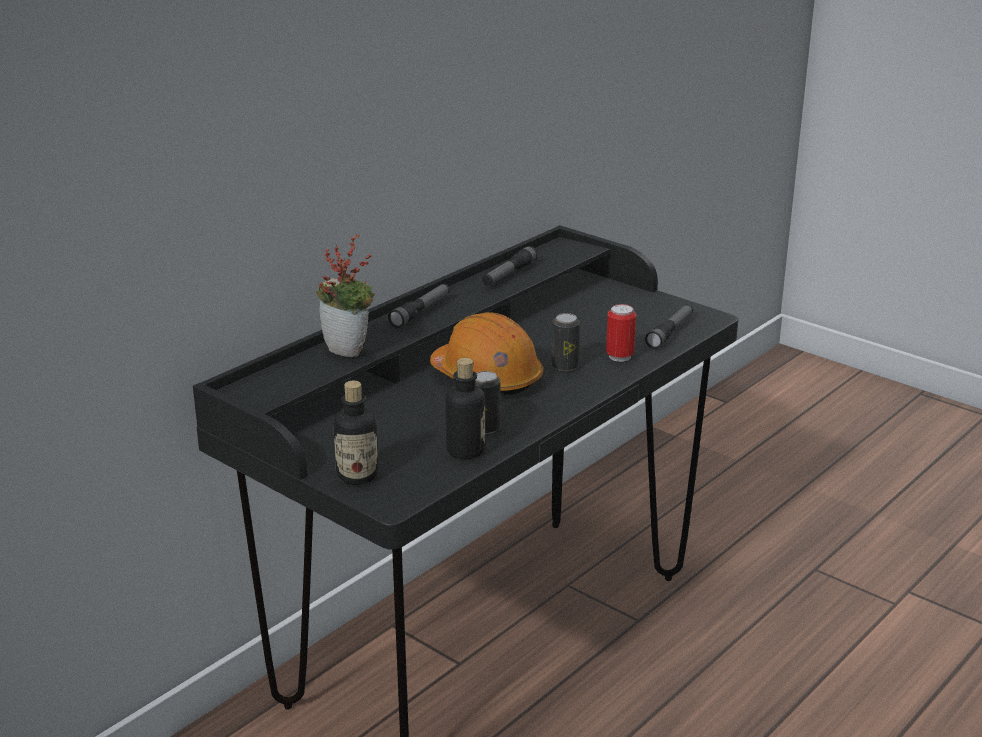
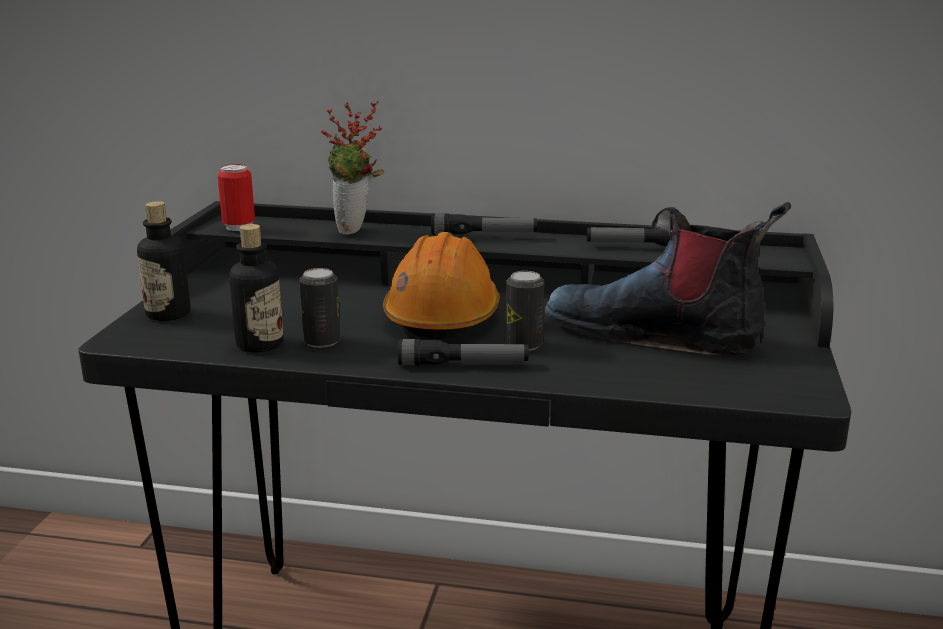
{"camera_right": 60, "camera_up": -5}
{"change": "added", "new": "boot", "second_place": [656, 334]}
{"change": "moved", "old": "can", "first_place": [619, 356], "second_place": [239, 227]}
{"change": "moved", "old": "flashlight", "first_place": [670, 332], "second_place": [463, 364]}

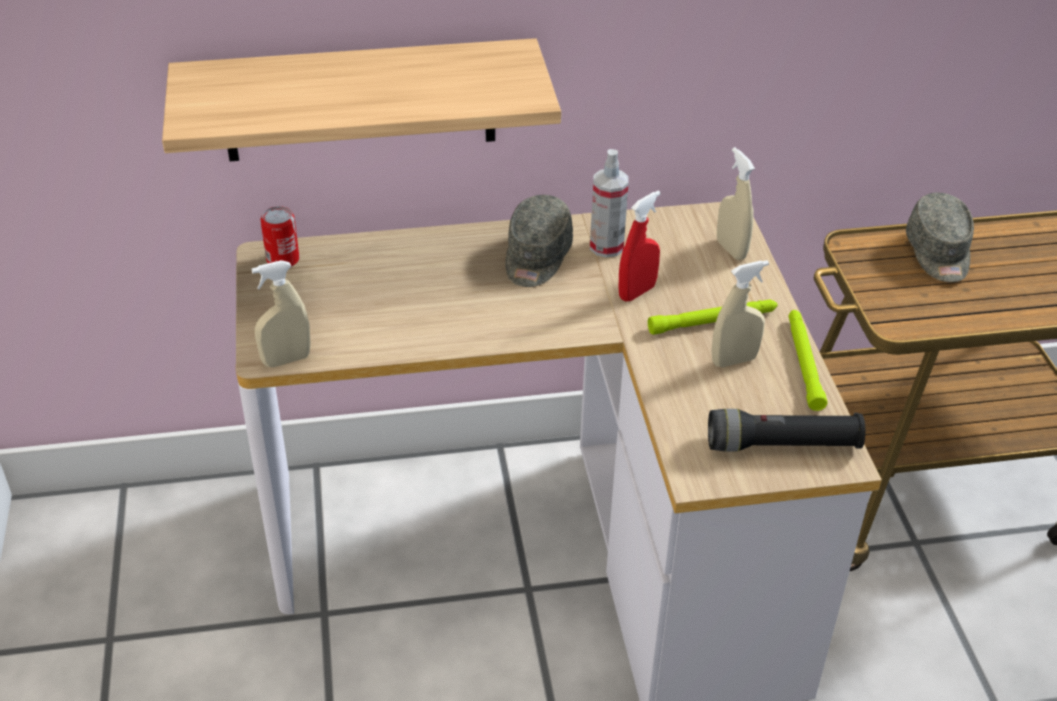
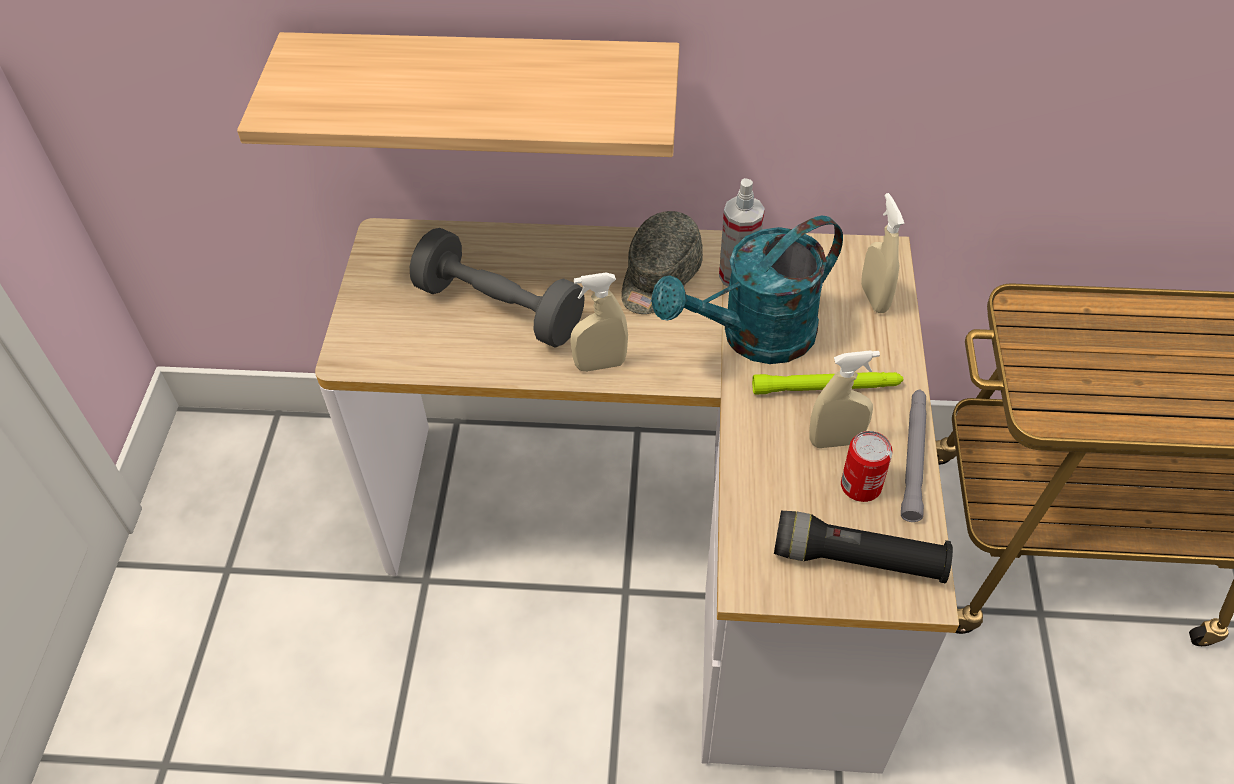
{"camera_right": 15, "camera_up": 10}
{"change": "removed", "old": "cap/grey", "first_place": [938, 253]}
{"change": "added", "new": "dumbbell/grey", "second_place": [499, 309]}
{"change": "moved", "old": "spray bottle/beige", "first_place": [286, 360], "second_place": [600, 364]}
{"change": "moved", "old": "can", "first_place": [283, 259], "second_place": [861, 486]}
{"change": "replaced", "old": "spray bottle/red", "new": "watering can/turquoise", "first_place": [637, 292], "second_place": [754, 337]}
{"change": "recoloured", "old": "flashlight/green", "new": "flashlight/grey", "first_place": [804, 362], "second_place": [913, 456]}

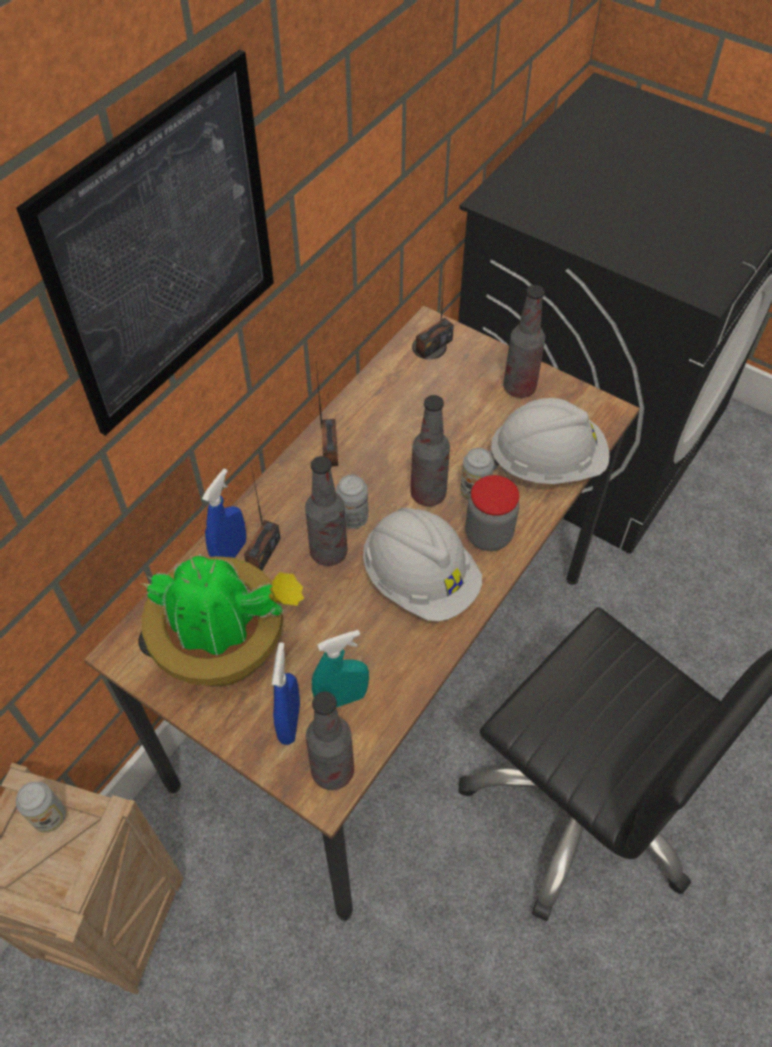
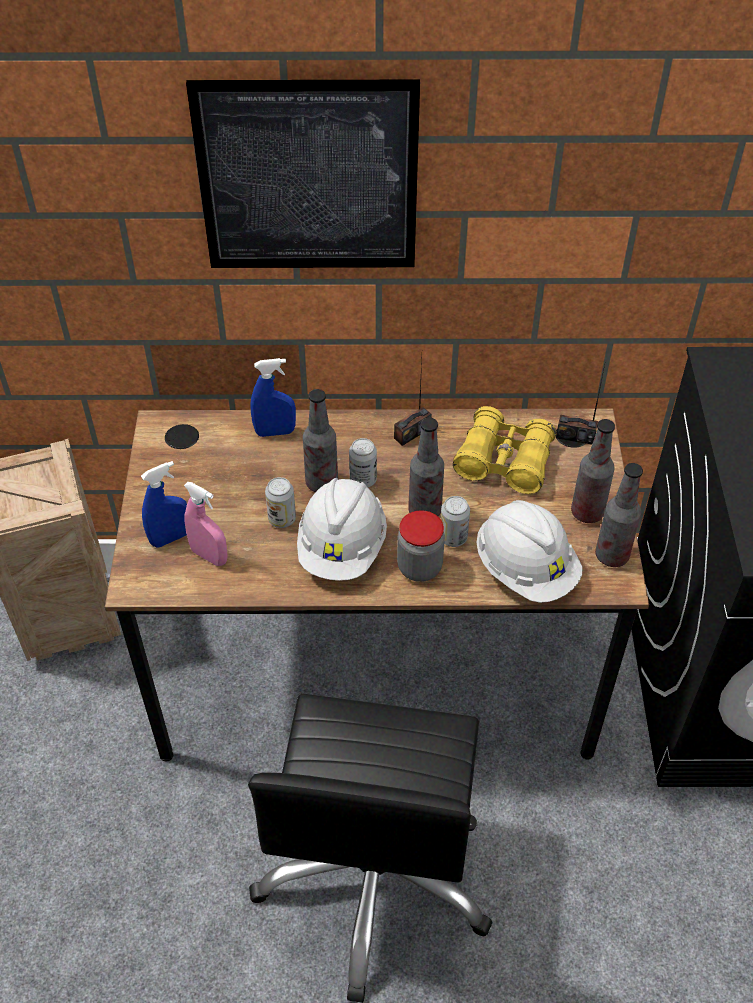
{"camera_right": 55, "camera_up": -5}
{"change": "removed", "old": "potted plant", "first_place": [226, 648]}
{"change": "removed", "old": "radio", "first_place": [263, 553]}
{"change": "added", "new": "binoculars/yellow", "second_place": [504, 461]}
{"change": "moved", "old": "can", "first_place": [49, 816], "second_place": [282, 519]}
{"change": "moved", "old": "bottle", "first_place": [332, 770], "second_place": [611, 555]}
{"change": "recoloured", "old": "spray bottle/turquoise", "new": "spray bottle/pink", "first_place": [342, 698], "second_place": [209, 556]}

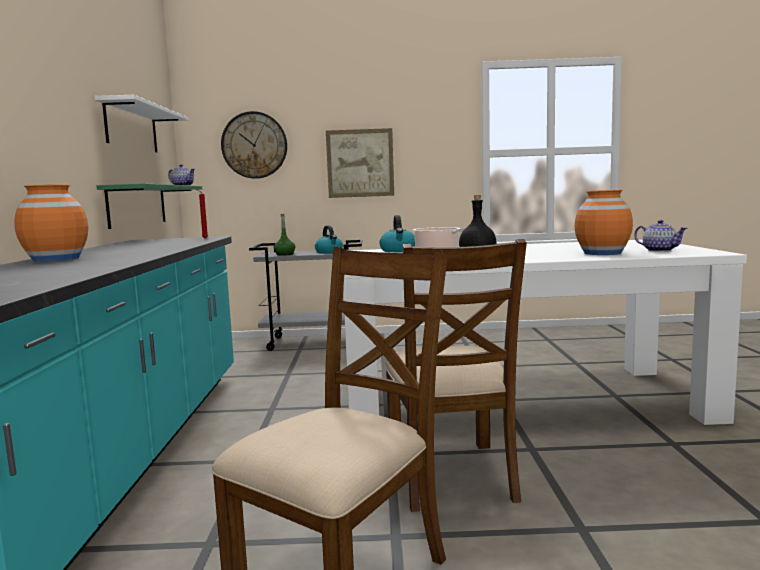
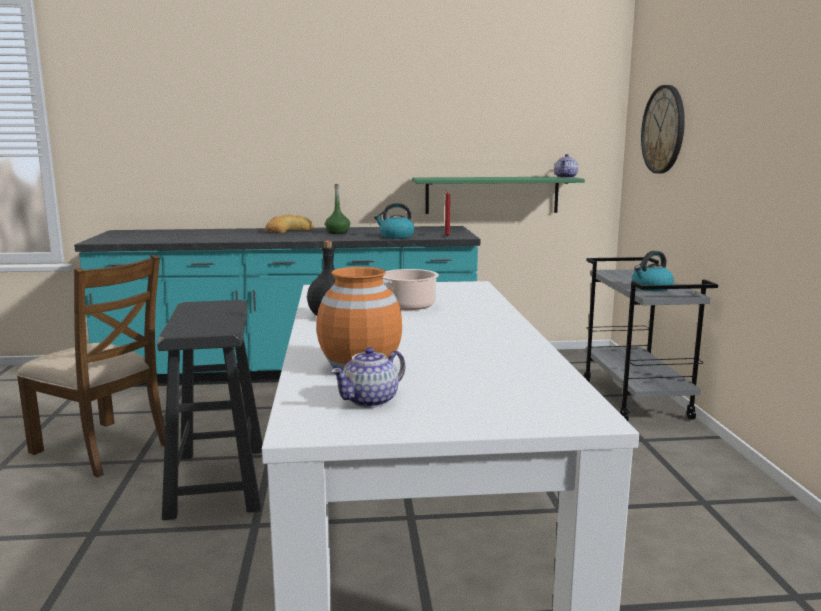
{"camera_right": 85, "camera_up": 5}
{"change": "removed", "old": "shelf/white", "first_place": [132, 128]}
{"change": "removed", "old": "picture", "first_place": [360, 163]}
{"change": "moved", "old": "bottle/green", "first_place": [285, 254], "second_place": [337, 232]}
{"change": "moved", "old": "kettle", "first_place": [398, 250], "second_place": [396, 236]}
{"change": "replaced", "old": "vase/orange", "new": "bread", "first_place": [55, 259], "second_place": [288, 230]}
{"change": "replaced", "old": "chair/brown", "new": "stool/black", "first_place": [451, 475], "second_place": [218, 481]}

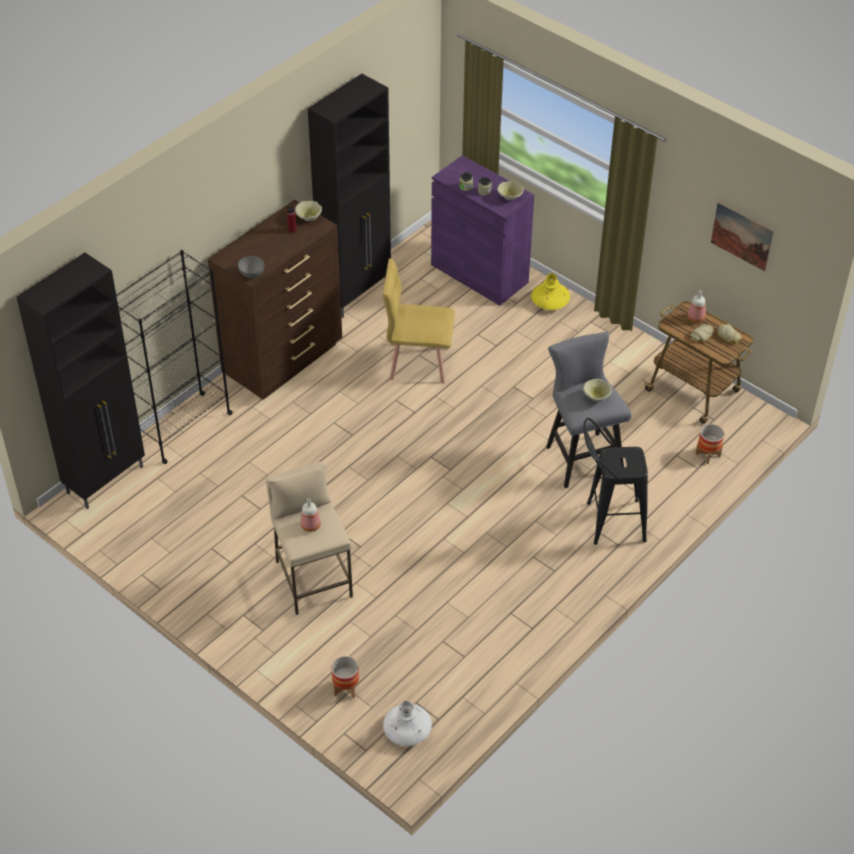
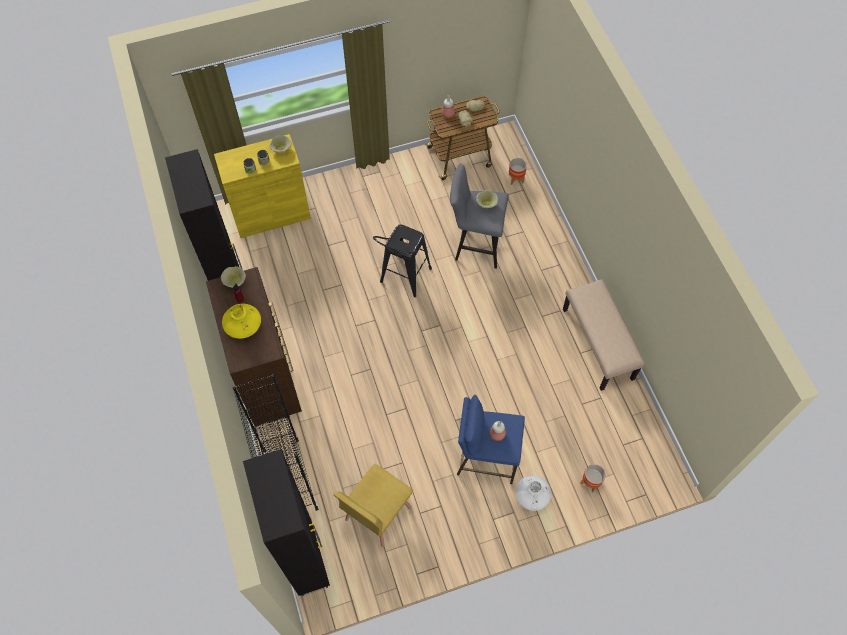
{"camera_right": -60, "camera_up": 15}
{"change": "removed", "old": "bowl/grey", "first_place": [251, 273]}
{"change": "removed", "old": "picture", "first_place": [742, 236]}
{"change": "added", "new": "bench/beige", "second_place": [598, 344]}
{"change": "moved", "old": "chair/yellow", "first_place": [419, 362], "second_place": [377, 513]}
{"change": "moved", "old": "vase/white", "first_place": [407, 729], "second_place": [532, 494]}
{"change": "moved", "old": "vase/yellow", "first_place": [550, 301], "second_place": [242, 324]}
{"change": "moved", "old": "stool/black", "first_place": [608, 522], "second_place": [403, 279]}
{"change": "recoloured", "old": "stool/beige", "new": "stool/blue", "first_place": [312, 579], "second_place": [486, 458]}
{"change": "recoloured", "old": "cabinet/purple", "new": "cabinet/yellow", "first_place": [479, 273], "second_place": [271, 214]}

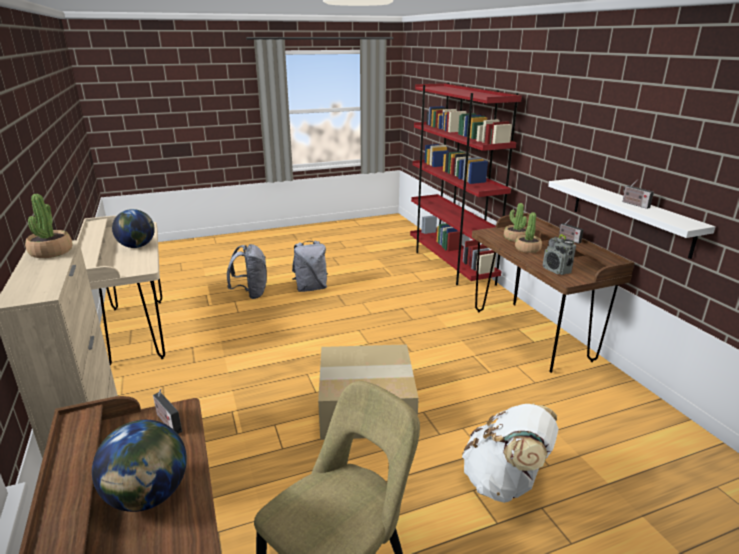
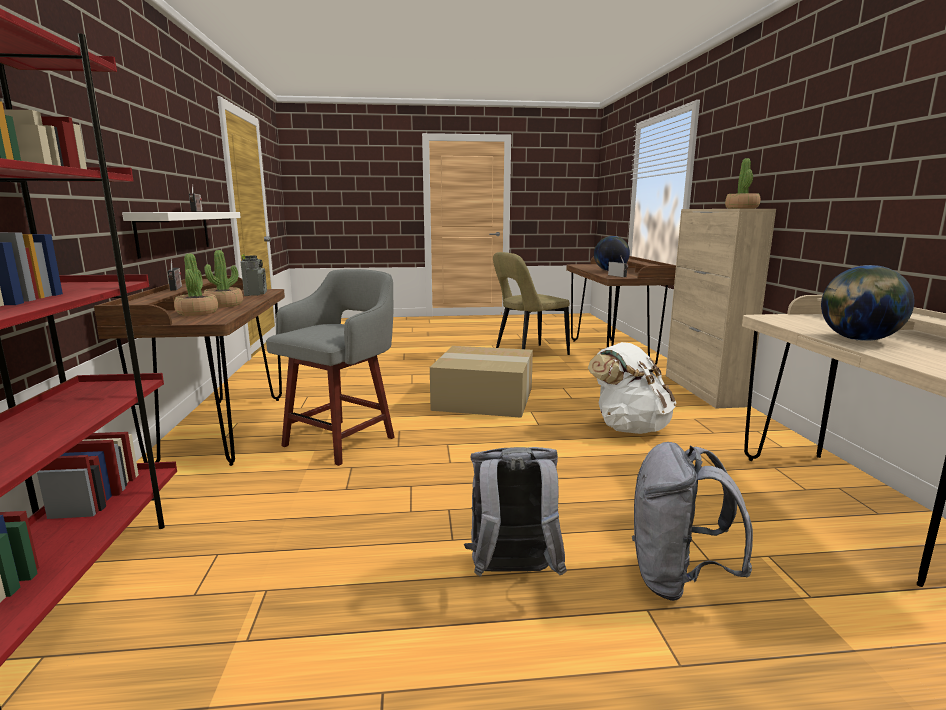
{"camera_right": -165, "camera_up": -10}
{"change": "added", "new": "stool/grey", "second_place": [342, 440]}
{"change": "moved", "old": "backpack/white", "first_place": [504, 482], "second_place": [629, 428]}

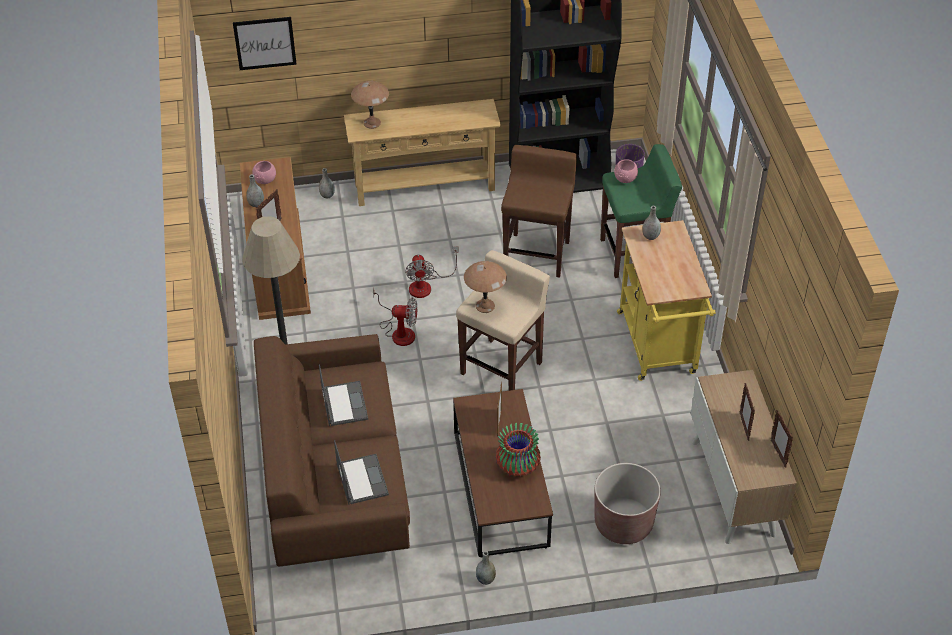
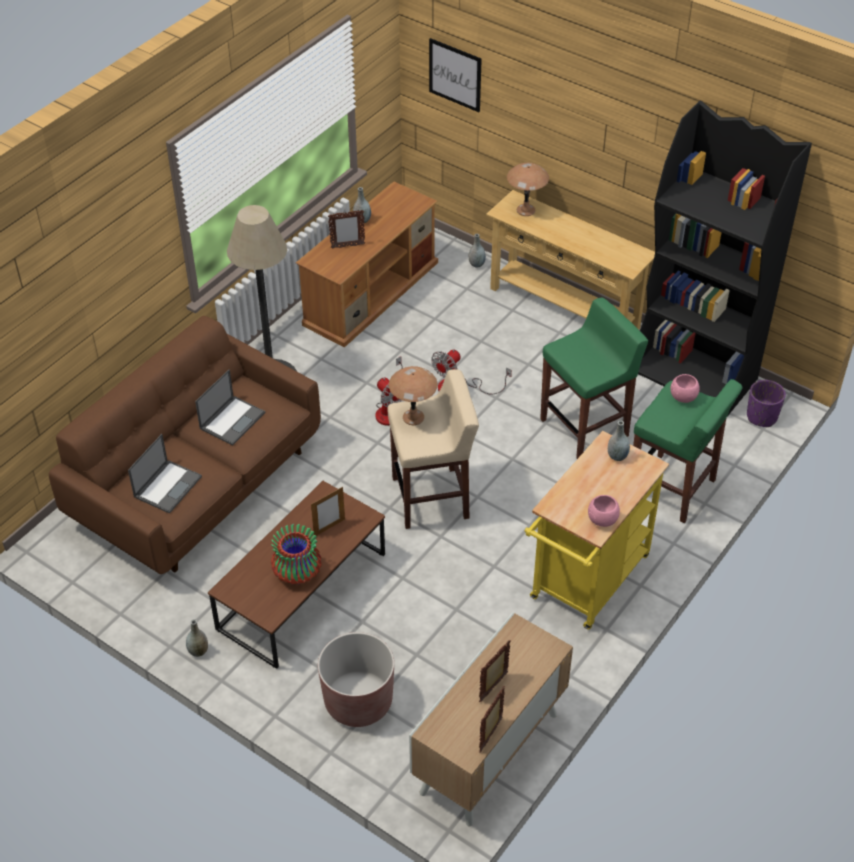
{"camera_right": 45, "camera_up": 0}
{"change": "moved", "old": "bowl/pink", "first_place": [265, 180], "second_place": [603, 520]}
{"change": "recoloured", "old": "stool/brown", "new": "stool/green", "first_place": [537, 254], "second_place": [585, 427]}

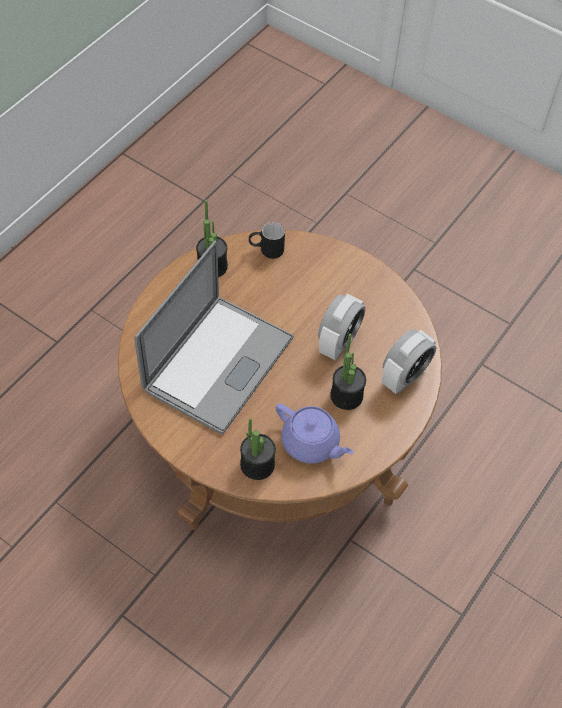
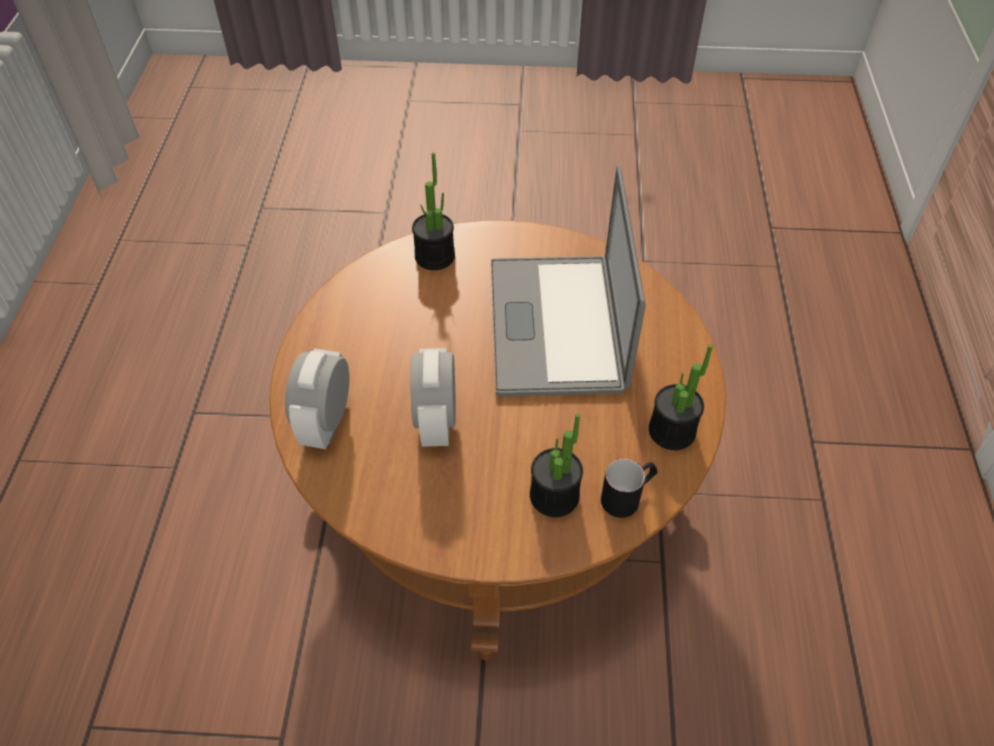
{"camera_right": 150, "camera_up": -5}
{"change": "removed", "old": "teapot/purple", "first_place": [311, 443]}
{"change": "moved", "old": "potted plant", "first_place": [346, 396], "second_place": [554, 495]}

